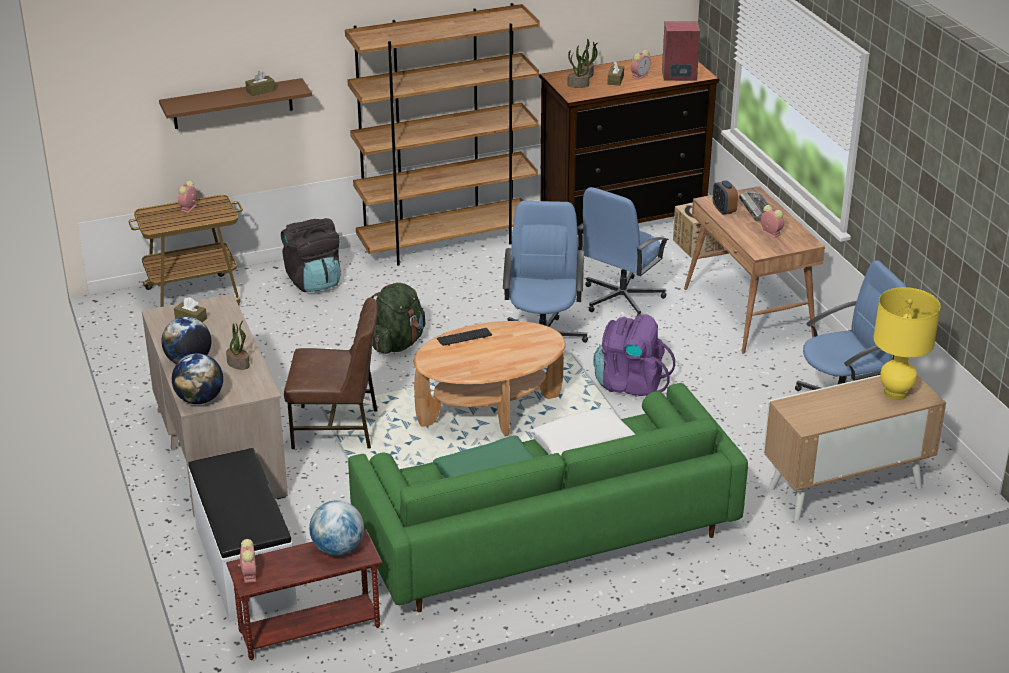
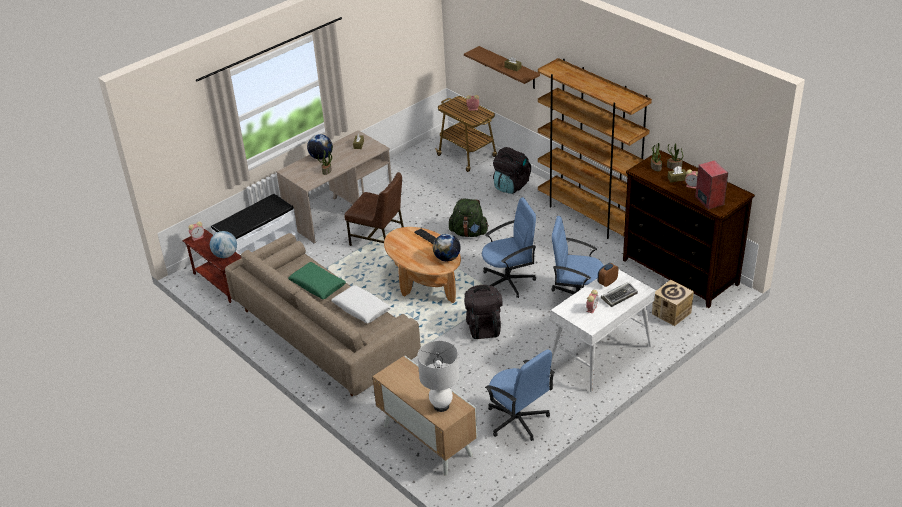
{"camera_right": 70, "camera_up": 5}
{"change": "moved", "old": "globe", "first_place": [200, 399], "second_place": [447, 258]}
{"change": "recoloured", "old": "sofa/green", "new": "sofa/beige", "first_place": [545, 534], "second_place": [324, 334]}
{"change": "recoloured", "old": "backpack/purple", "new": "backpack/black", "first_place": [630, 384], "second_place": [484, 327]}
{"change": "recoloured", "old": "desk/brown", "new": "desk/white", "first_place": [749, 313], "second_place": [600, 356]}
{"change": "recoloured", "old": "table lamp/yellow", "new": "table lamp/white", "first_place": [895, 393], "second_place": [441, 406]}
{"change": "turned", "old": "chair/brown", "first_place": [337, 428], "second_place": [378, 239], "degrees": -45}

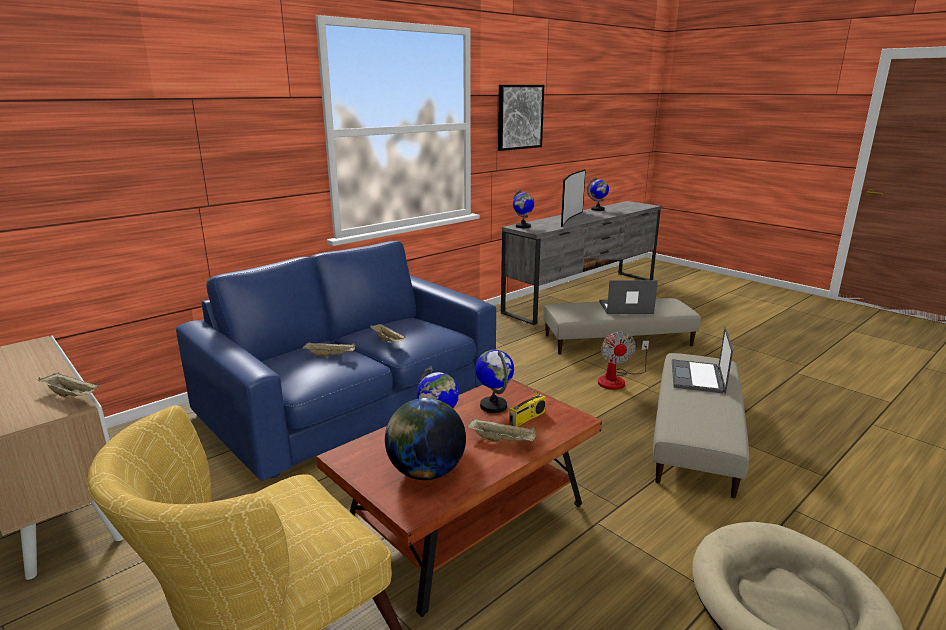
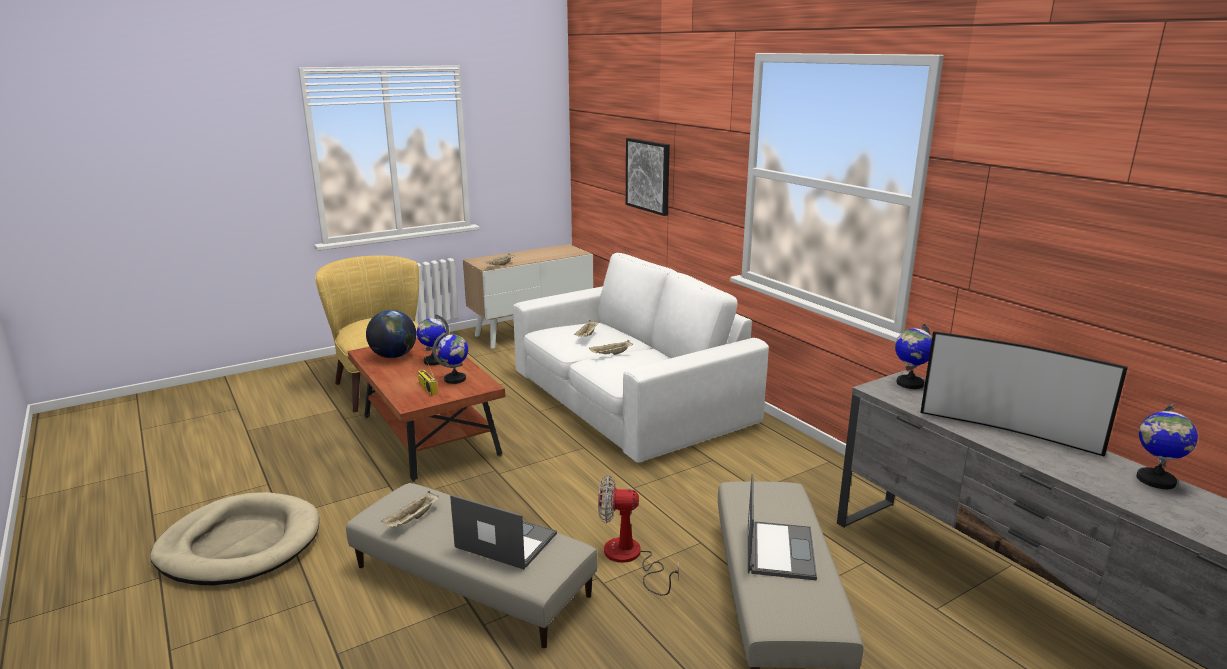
{"camera_right": 100, "camera_up": 0}
{"change": "moved", "old": "tray/beige", "first_place": [502, 440], "second_place": [412, 520]}
{"change": "moved", "old": "picture", "first_place": [519, 117], "second_place": [648, 175]}
{"change": "recoloured", "old": "sofa/blue", "new": "sofa/white", "first_place": [352, 400], "second_place": [628, 400]}

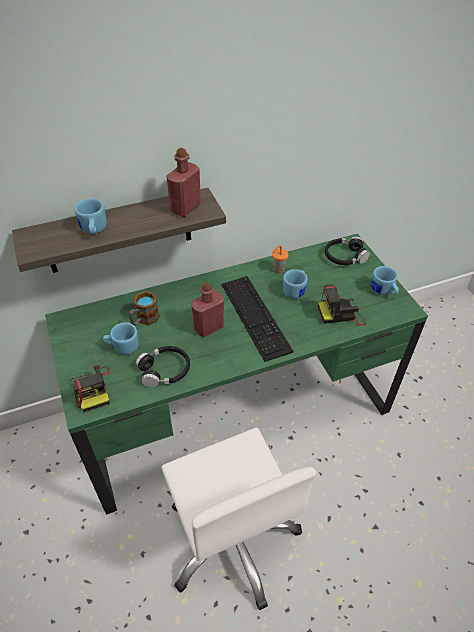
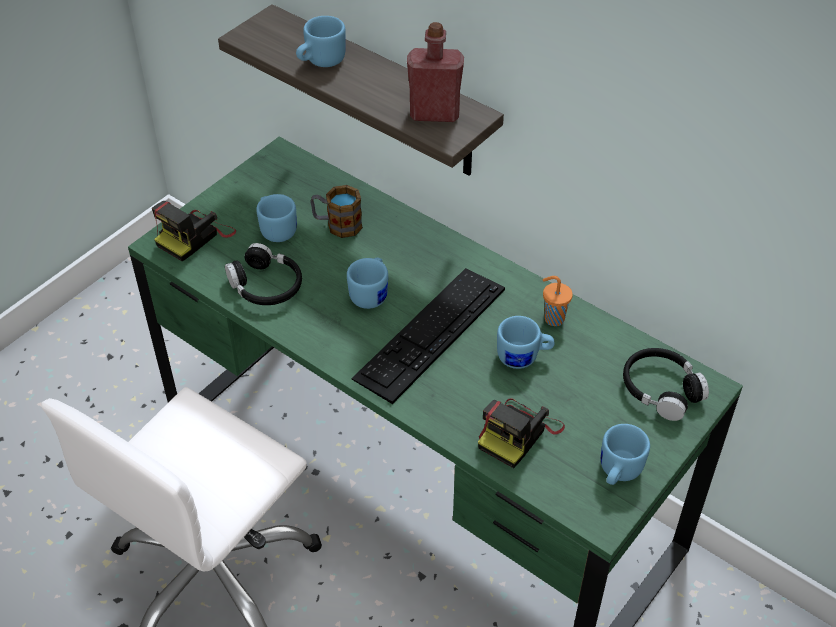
{"camera_right": 60, "camera_up": 0}
{"change": "replaced", "old": "bottle/red", "new": "mug/blue", "first_place": [208, 327], "second_place": [371, 293]}
{"change": "turned", "old": "photo camera", "first_place": [341, 314], "second_place": [518, 433], "degrees": -105}

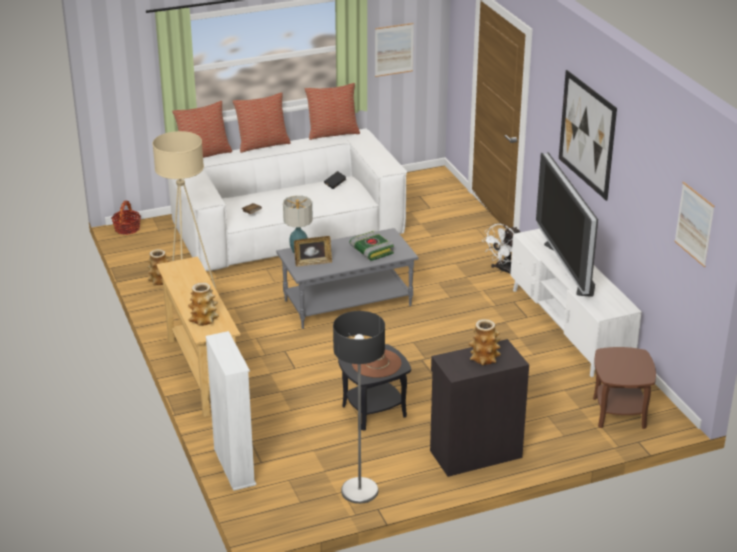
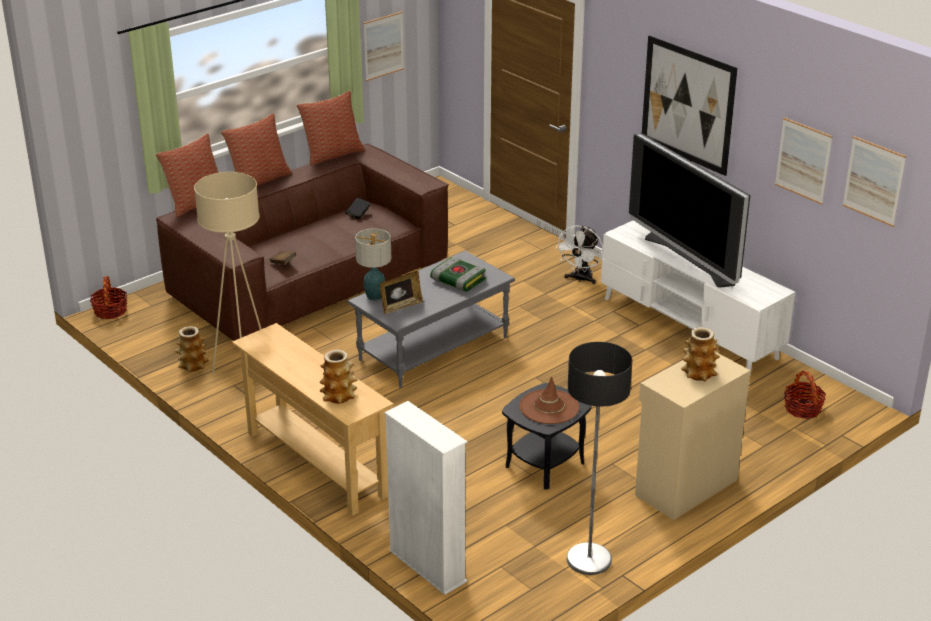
{"camera_right": -20, "camera_up": 0}
{"change": "added", "new": "picture", "second_place": [803, 160]}
{"change": "replaced", "old": "side table/brown", "new": "basket", "first_place": [619, 413], "second_place": [802, 409]}
{"change": "recoloured", "old": "sofa/white", "new": "sofa/brown", "first_place": [288, 230], "second_place": [310, 278]}
{"change": "recoloured", "old": "cabinet/black", "new": "cabinet/beige", "first_place": [474, 453], "second_place": [684, 487]}

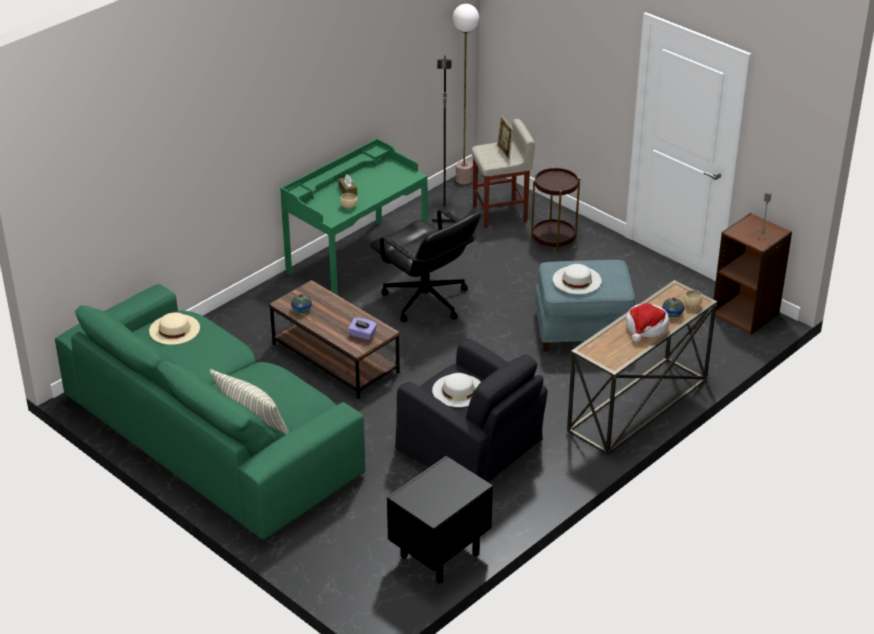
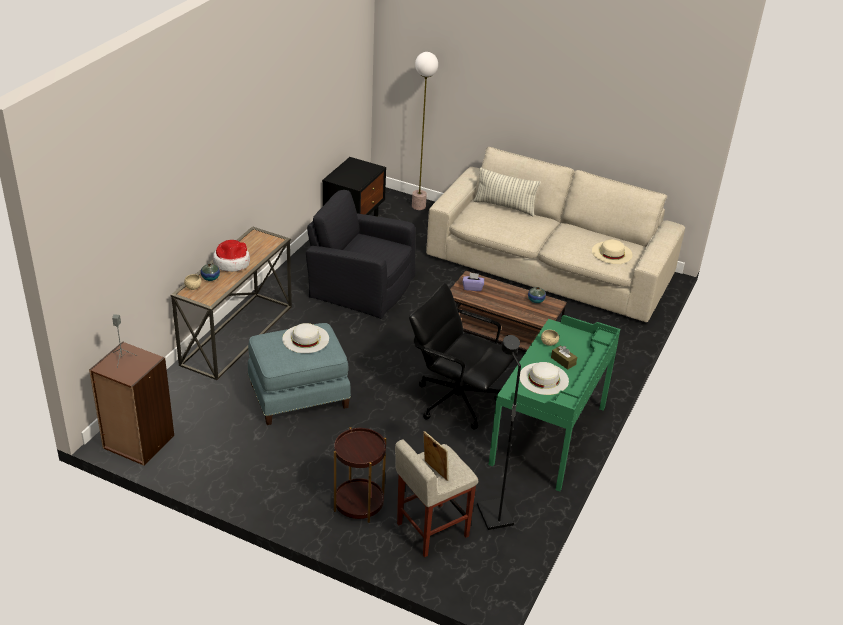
{"camera_right": 160, "camera_up": 0}
{"change": "moved", "old": "hat/white", "first_place": [458, 390], "second_place": [543, 378]}
{"change": "moved", "old": "floor lamp", "first_place": [464, 180], "second_place": [418, 206]}
{"change": "recoloured", "old": "sofa/green", "new": "sofa/beige", "first_place": [213, 433], "second_place": [549, 267]}

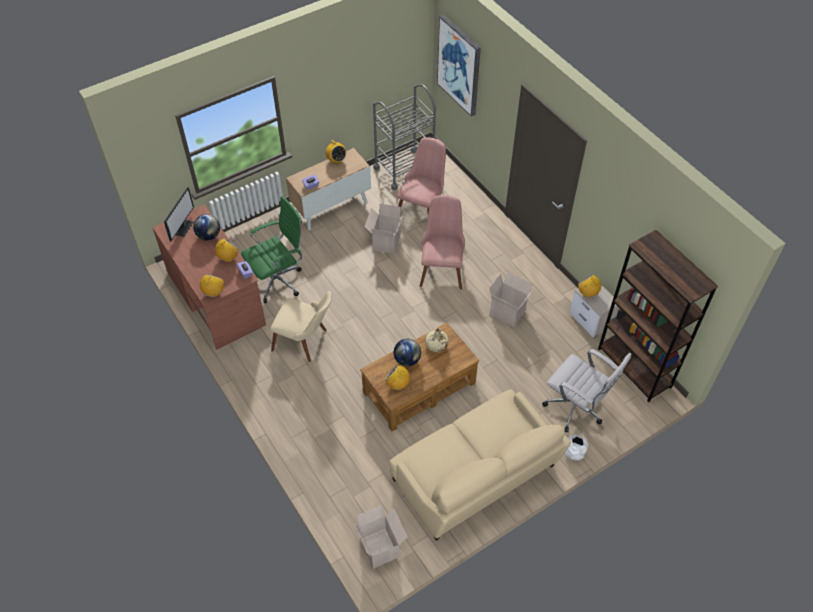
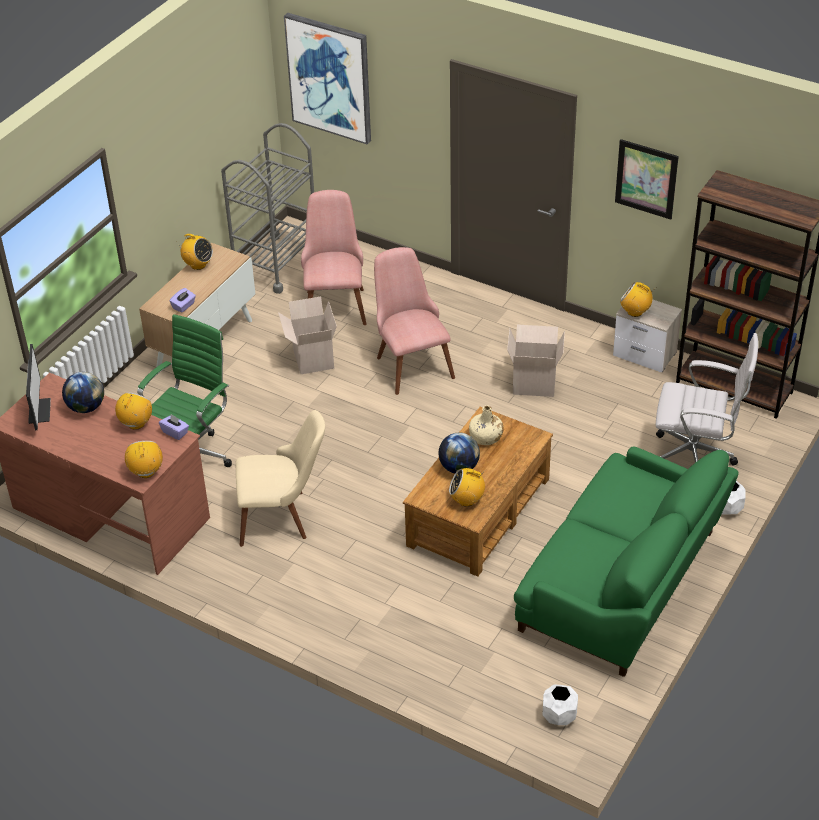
{"camera_right": -25, "camera_up": -10}
{"change": "added", "new": "picture", "second_place": [646, 179]}
{"change": "replaced", "old": "cardboard box", "new": "planter/white", "first_place": [381, 548], "second_place": [559, 716]}
{"change": "recoloured", "old": "sofa/beige", "new": "sofa/green", "first_place": [475, 475], "second_place": [621, 583]}

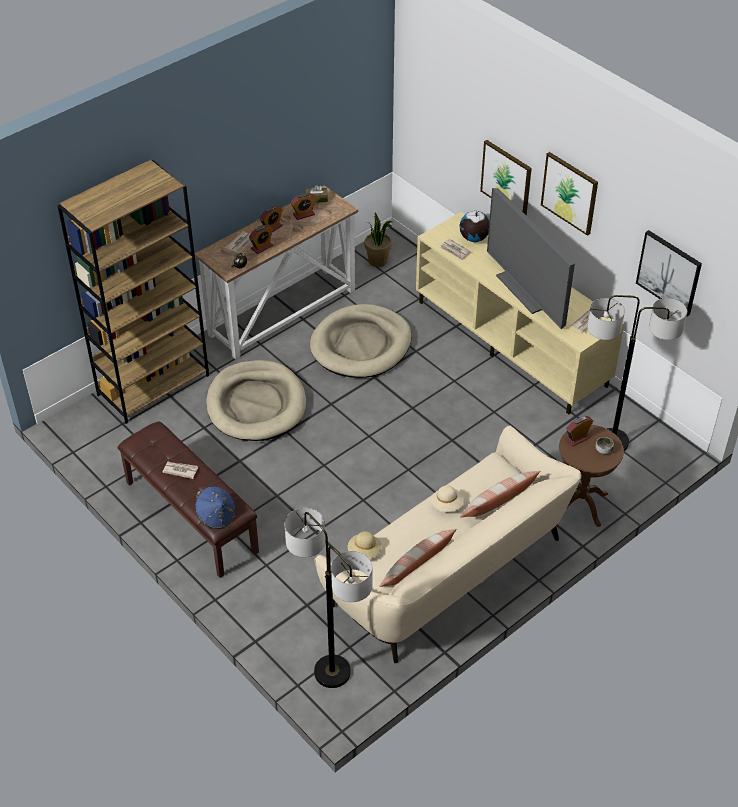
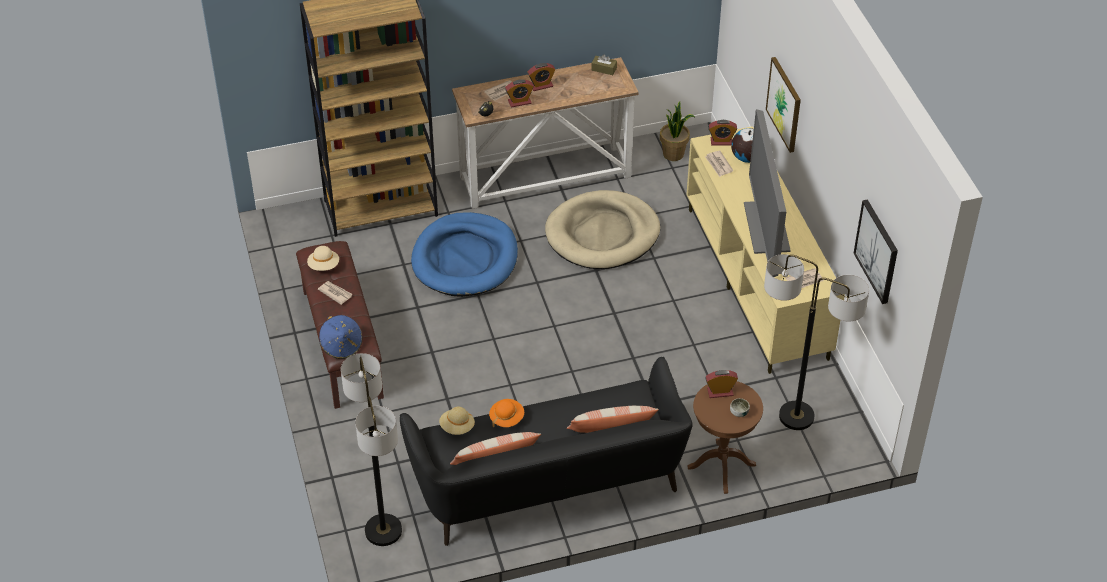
{"camera_right": 25, "camera_up": 0}
{"change": "removed", "old": "picture", "first_place": [570, 193]}
{"change": "added", "new": "hat/orange", "second_place": [506, 418]}
{"change": "moved", "old": "alarm clock", "first_place": [304, 214], "second_place": [721, 141]}
{"change": "moved", "old": "hat/beige", "first_place": [447, 505], "second_place": [324, 266]}
{"change": "recoloured", "old": "dog bed/beige", "new": "dog bed/blue", "first_place": [256, 404], "second_place": [465, 259]}
{"change": "recoloured", "old": "sofa/beige", "new": "sofa/black", "first_place": [450, 573], "second_place": [549, 483]}

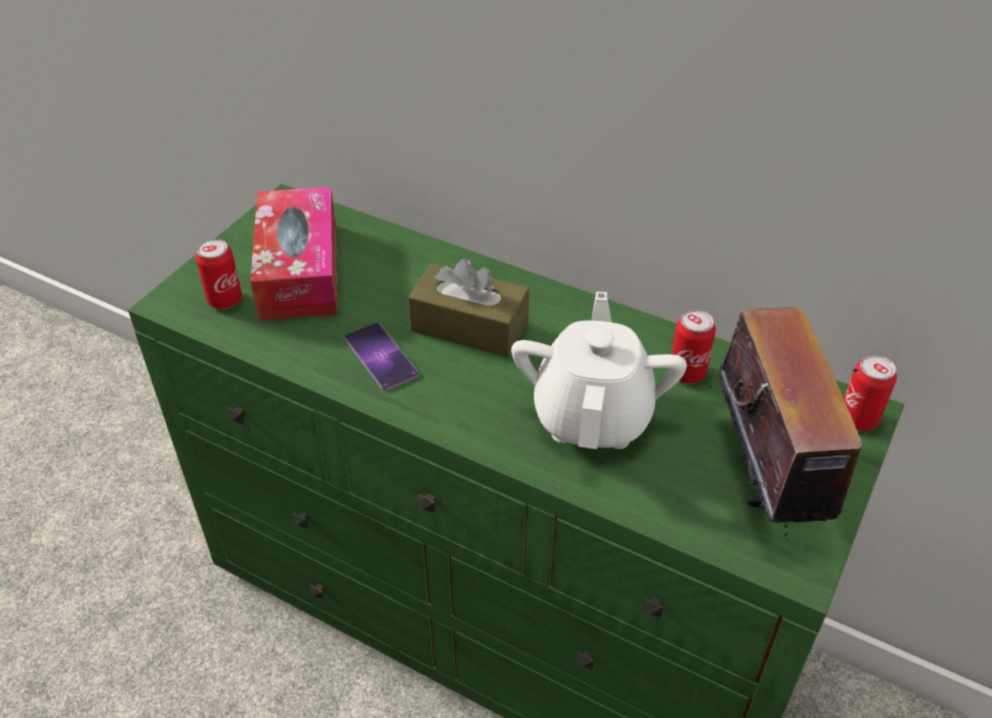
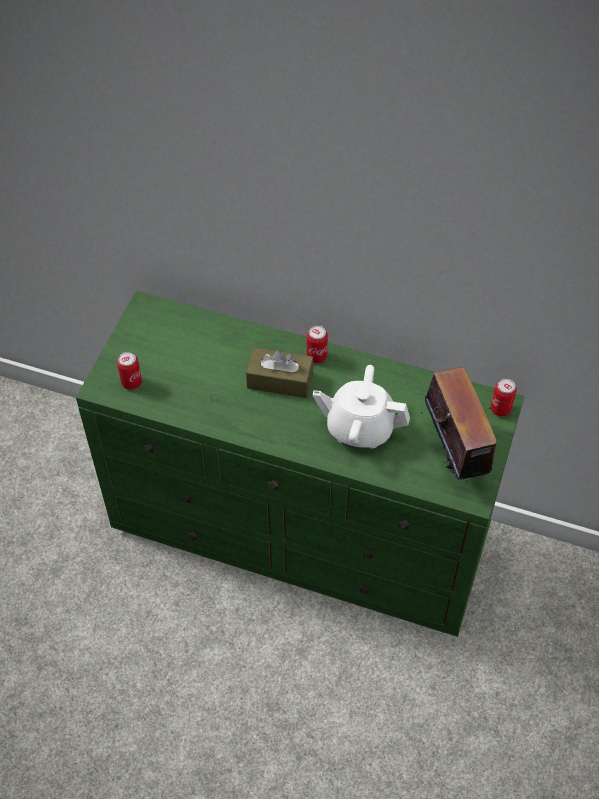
{"camera_right": -10, "camera_up": 10}
{"change": "removed", "old": "tissue box", "first_place": [299, 270]}
{"change": "removed", "old": "phone", "first_place": [381, 356]}
{"change": "moved", "old": "can", "first_place": [687, 373], "second_place": [316, 356]}
{"change": "turned", "old": "teapot/white", "first_place": [593, 416], "second_place": [359, 428], "degrees": -75}

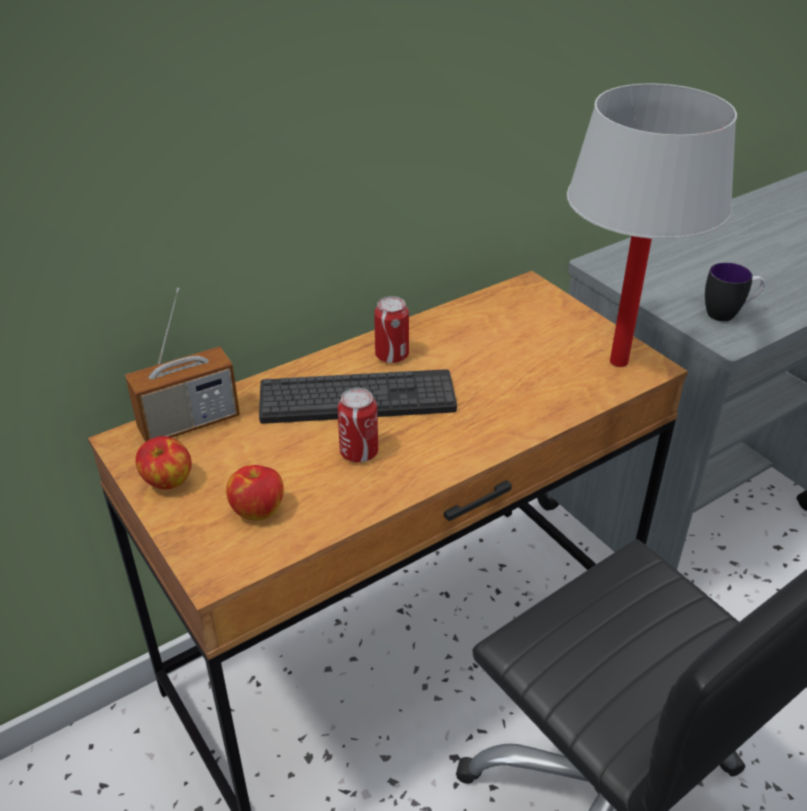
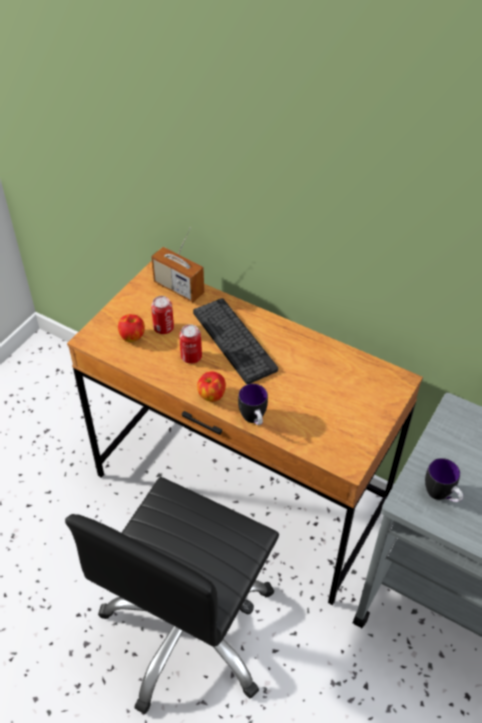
{"camera_right": 65, "camera_up": 10}
{"change": "removed", "old": "table lamp/white", "first_place": [618, 361]}
{"change": "added", "new": "mug", "second_place": [254, 420]}
{"change": "moved", "old": "apple", "first_place": [167, 482], "second_place": [211, 395]}
{"change": "moved", "old": "can", "first_place": [392, 355], "second_place": [163, 328]}

